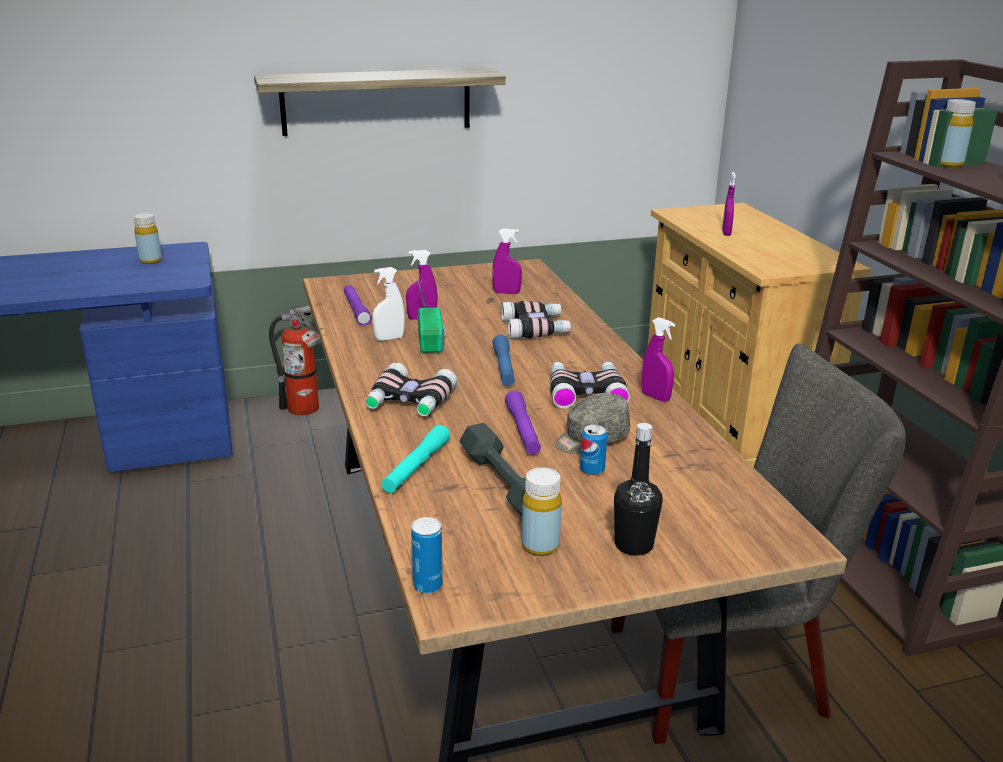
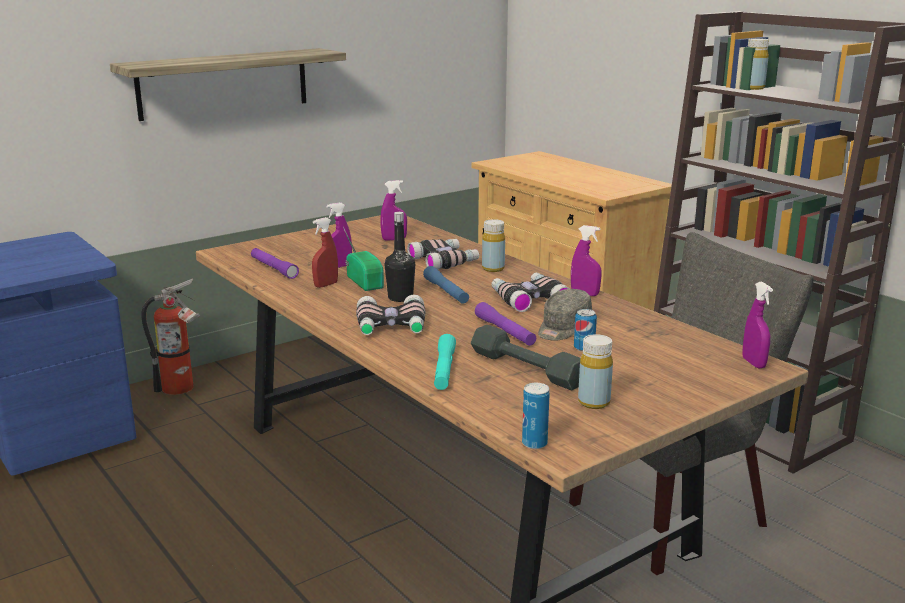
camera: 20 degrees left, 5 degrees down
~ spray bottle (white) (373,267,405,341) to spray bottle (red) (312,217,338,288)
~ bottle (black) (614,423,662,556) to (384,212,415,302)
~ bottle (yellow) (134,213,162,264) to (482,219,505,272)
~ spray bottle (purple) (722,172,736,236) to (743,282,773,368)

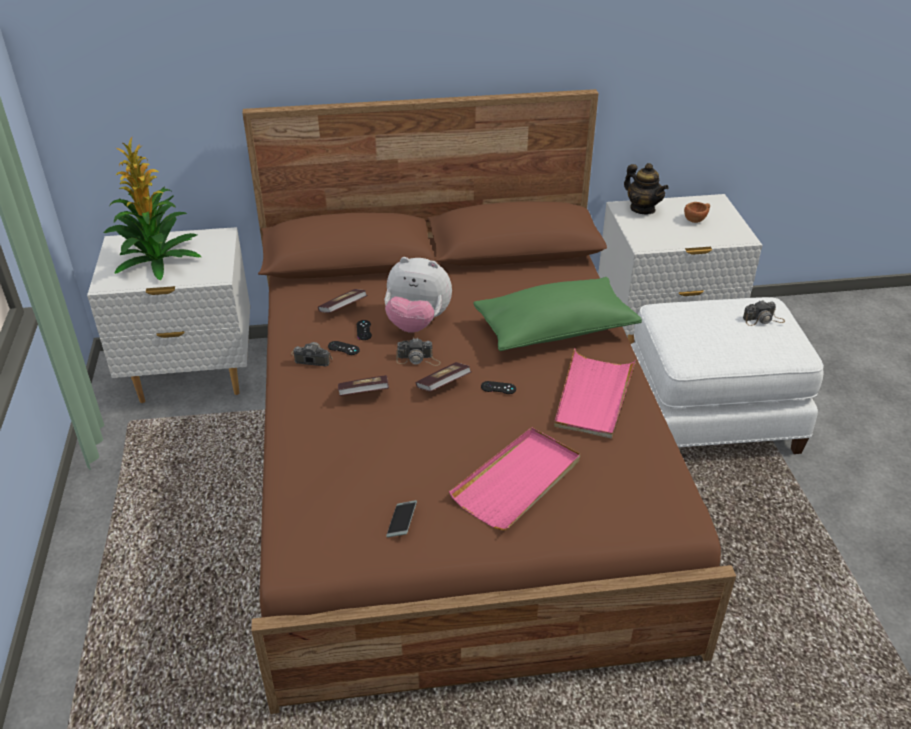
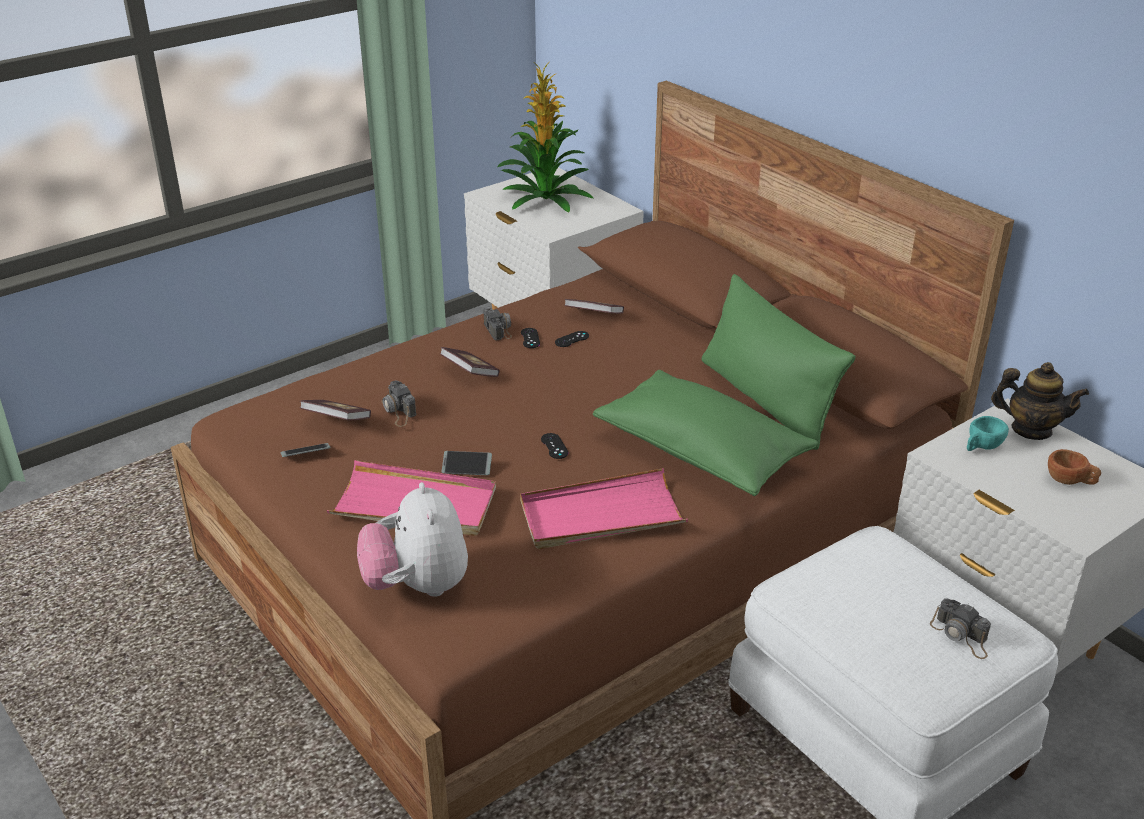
camera: 60 degrees right, 5 degrees down
~ book (416,362,472,391) to (300,400,371,420)
~ plush toy (385,257,452,333) to (357,482,468,597)
~ photo camera (396,338,441,366) to (381,380,416,427)
+ phone (442,451,492,475)
+ pillow (green) (701,274,855,450)
+ cup (turquoise) (967,416,1009,451)
~ teapot (624,163,669,214) = (991,362,1089,440) 90 degrees counterclockwise

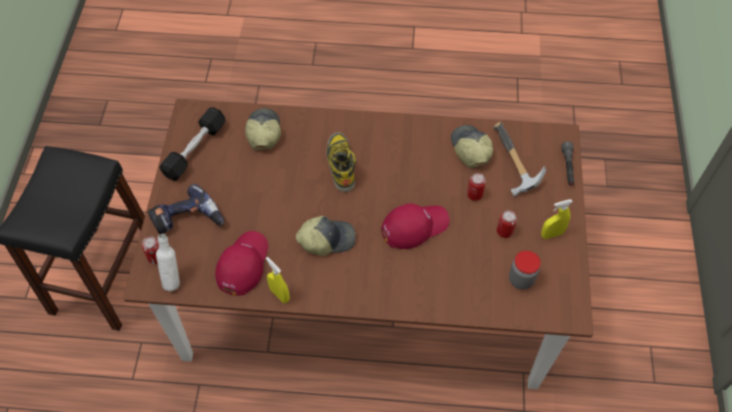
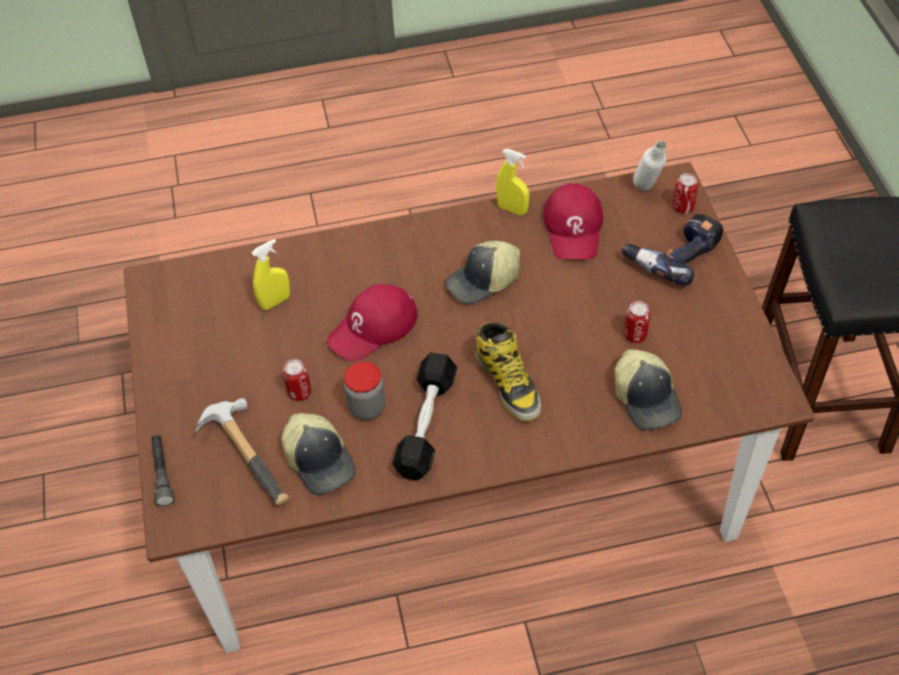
camera: 165 degrees right, 5 degrees down
~ spray bottle (yellow) (541,199,573,239) to (252,239,290,310)
~ jar (509,251,541,290) to (344,362,385,420)
~ dumbbell (black) (159,107,226,181) to (393,352,457,481)
~ can (497,210,517,238) to (624,301,651,343)

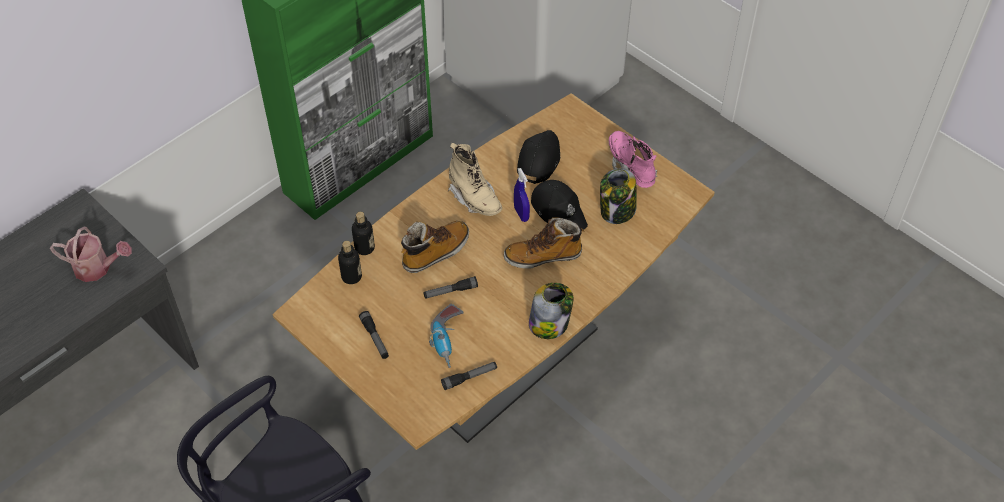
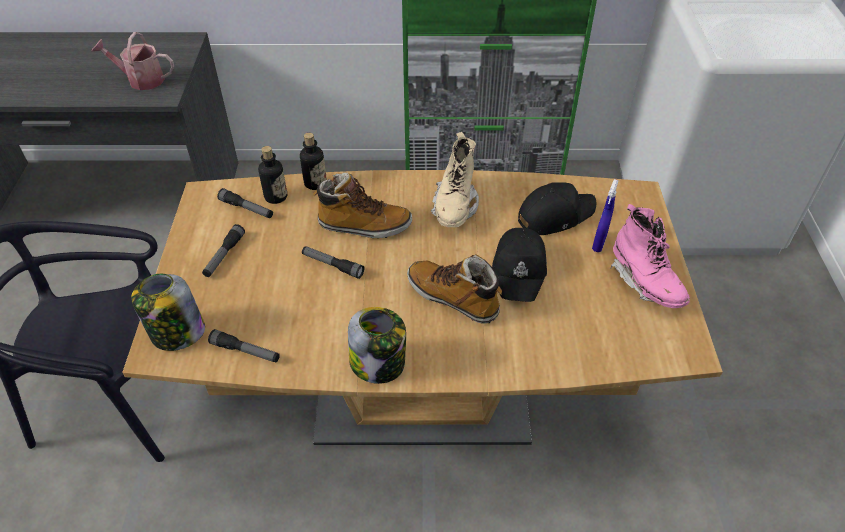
camera: 45 degrees right, 5 degrees down
~ watering can (50,227,132,282) = (92,32,174,90) 135 degrees clockwise
~ jar (600,169,637,224) to (131,274,205,351)
+ flashlight (217,188,273,218)
~ spray bottle (blue) (514,168,530,222) to (592,179,619,252)
~ boot (pink) (609,131,657,188) = (610,204,690,308) 135 degrees clockwise
- power drill (429,304,463,368)

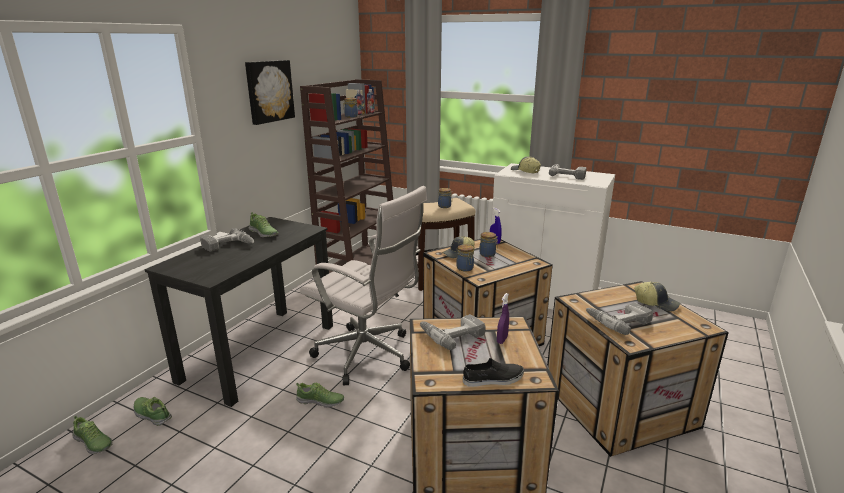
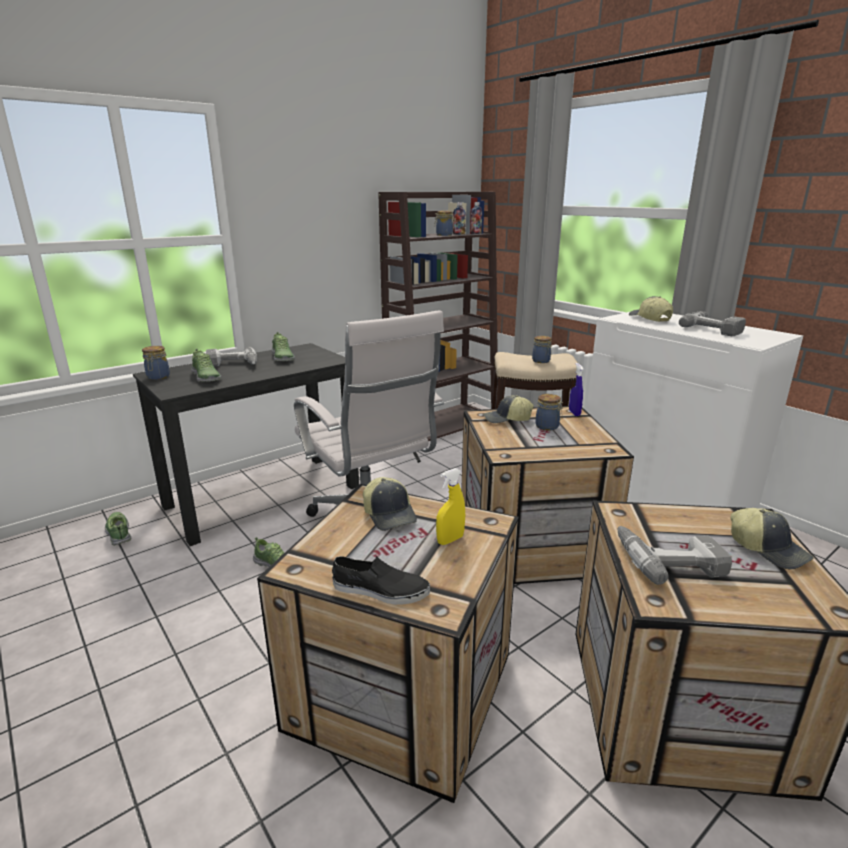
camera: 25 degrees right, 0 degrees up
~ jar (456,244,474,272) to (142,346,170,380)
~ shoe (72,415,113,454) to (191,349,221,382)
~ power drill (420,314,486,350) to cap (363,477,417,531)
~ spray bottle (purple) (497,293,509,344) to spray bottle (yellow) (436,468,465,545)
- picture (245,60,295,125)

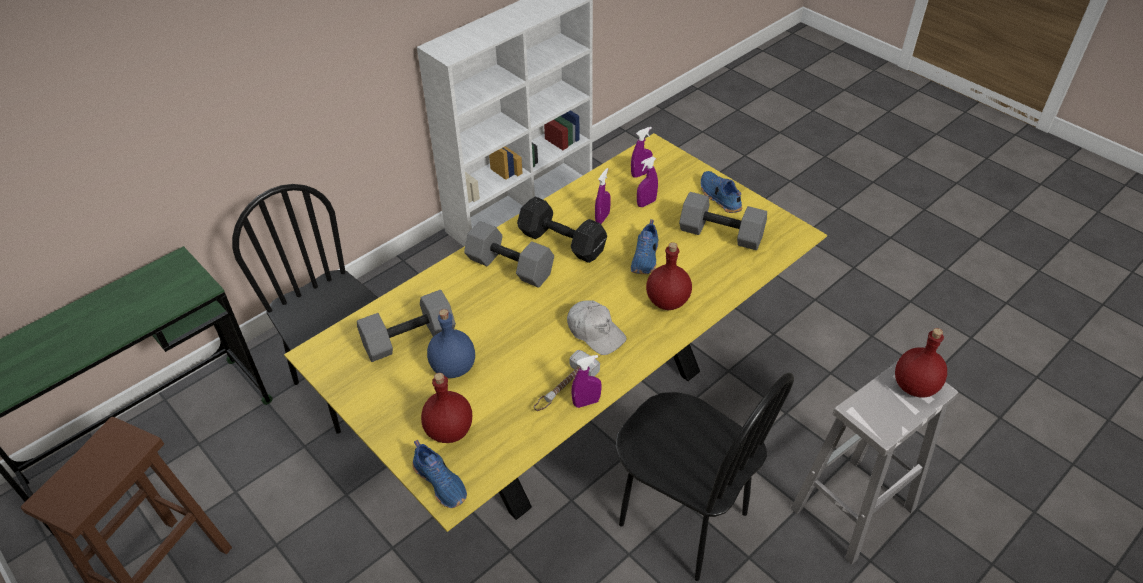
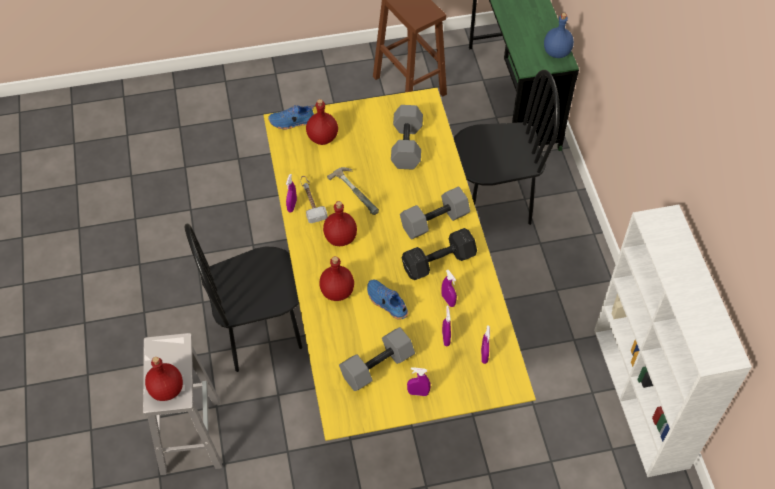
camera: 120 degrees right, 10 degrees up
~ cap (white) (567,300,627,355) to bottle (red) (323,201,357,246)
+ hammer (327,167,379,215)
~ shoe (blue) (700,171,742,213) to spray bottle (purple) (407,367,431,396)
~ bottle (blue) (427,309,475,378) to (544,13,574,58)

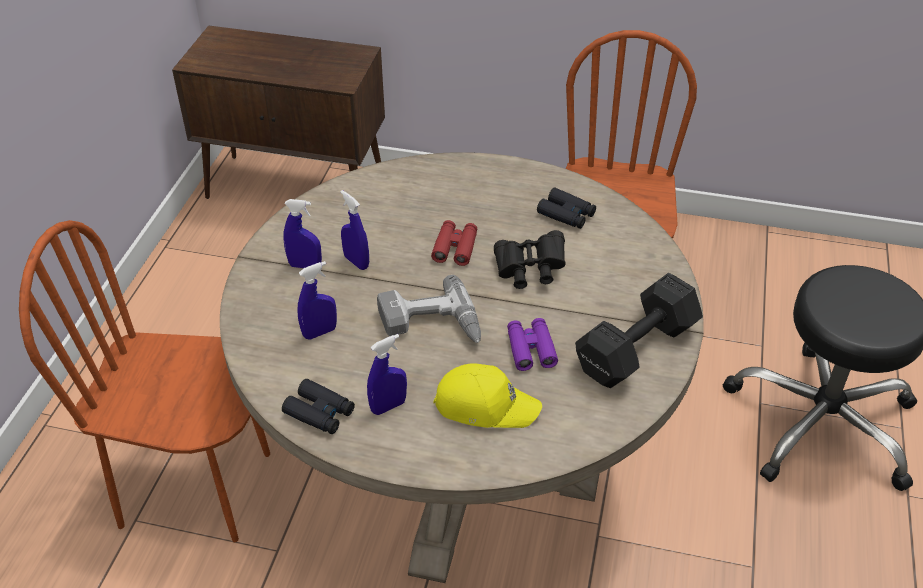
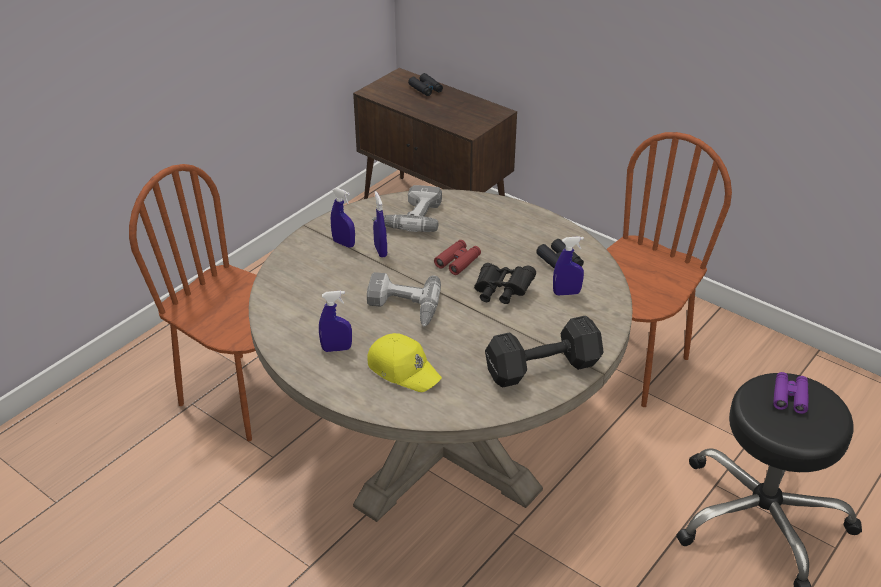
camera: 25 degrees right, 5 degrees down
+ power drill (372,185,442,232)
~ binoculars (black) (282,379,355,434) to (408,73,443,96)
~ spray bottle (blue) (297,261,337,339) to (553,236,584,295)
~ binoculars (purple) (507,318,558,371) to (773,372,809,414)

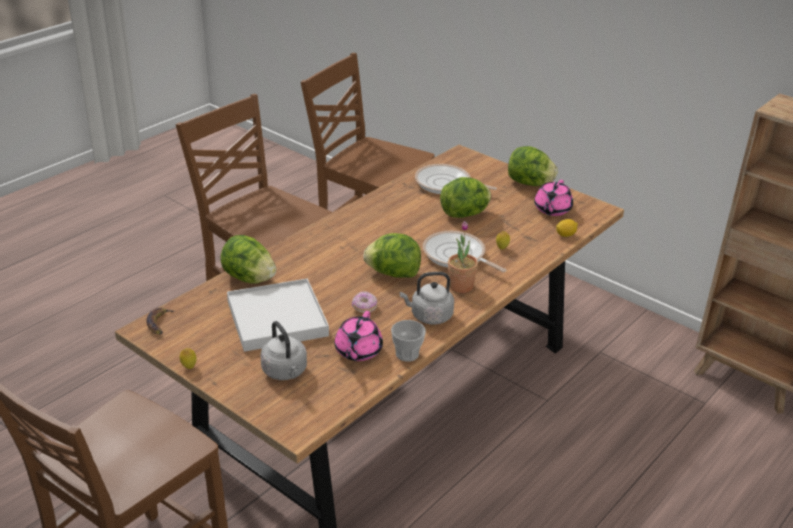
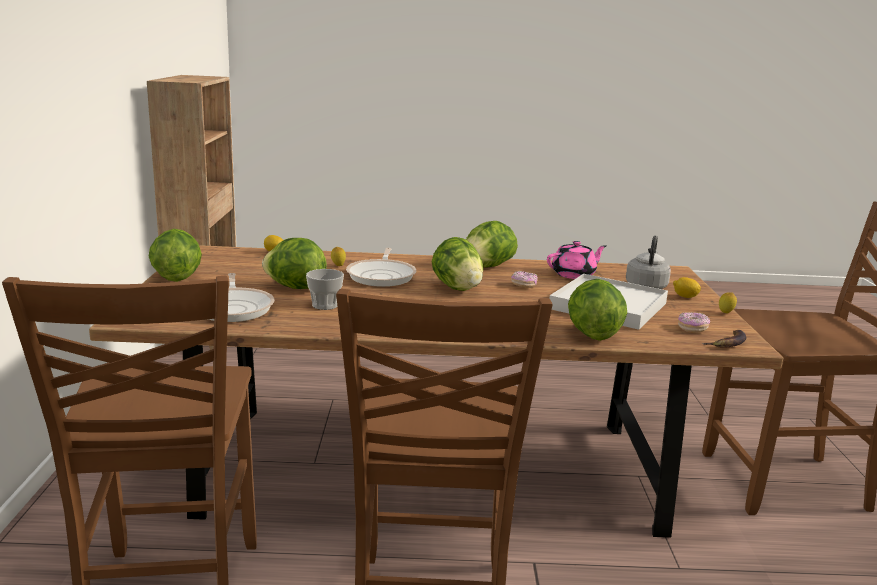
camera: 130 degrees left, 15 degrees down
~ cup (391,320,426,362) to (306,269,344,310)
~ kettle (grey) (400,272,454,325) to lettuce (466,221,518,268)
+ lemon (673,277,701,298)
+ donut (678,312,710,333)
- potted plant (448,221,478,293)
- teapot (pink) (534,180,573,216)

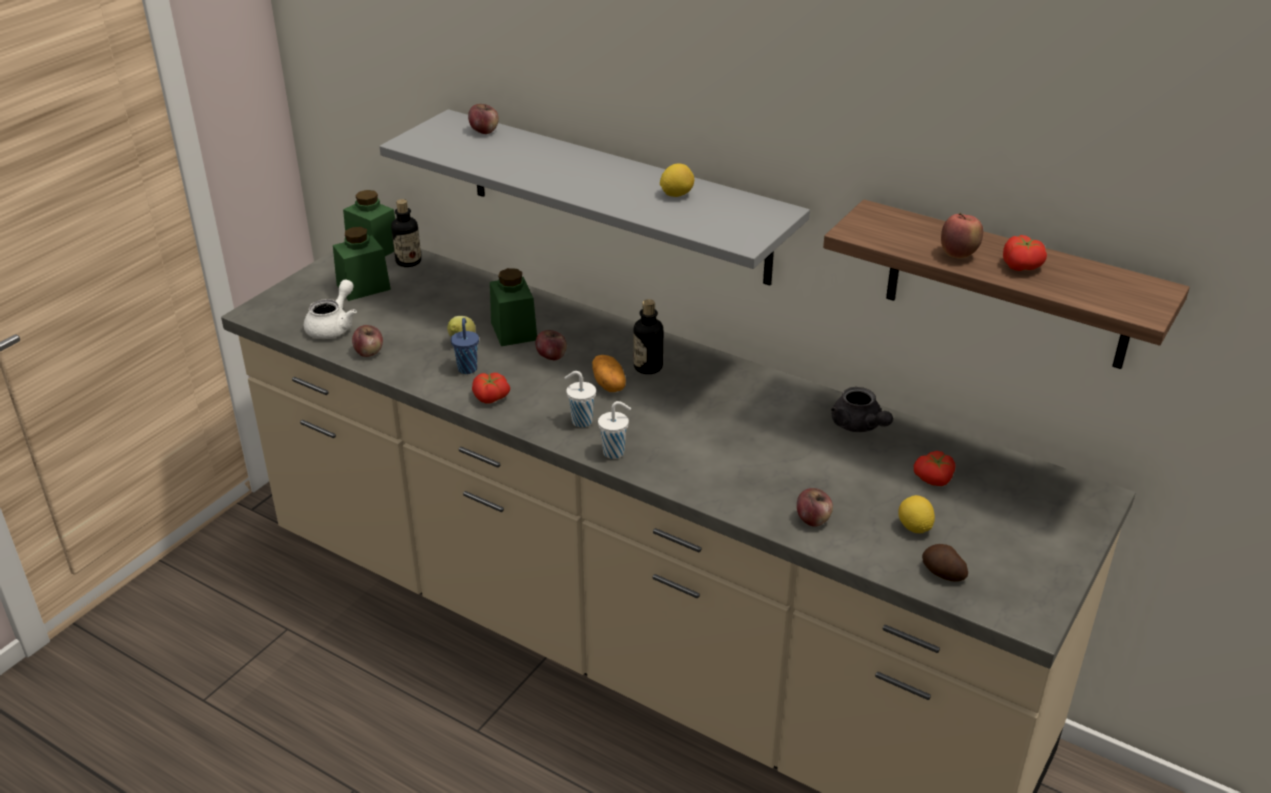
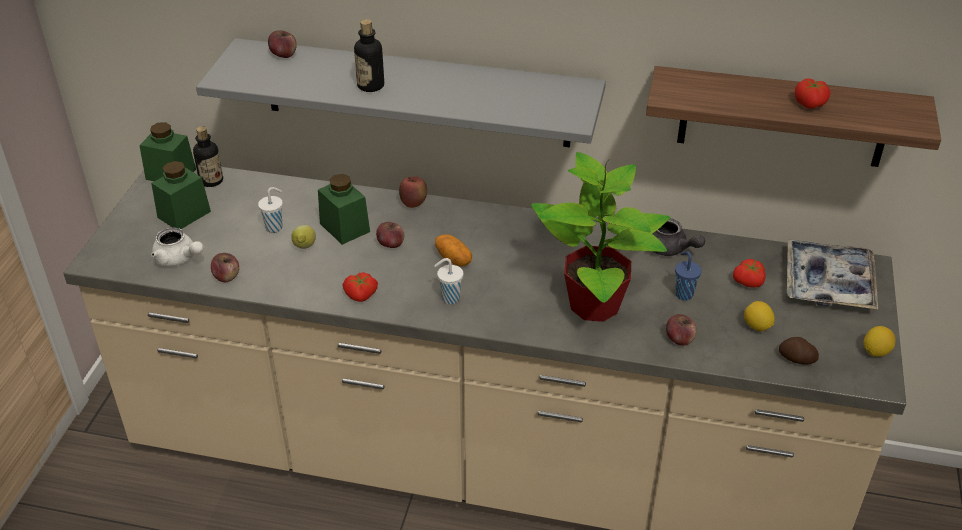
camera: 20 degrees left, 5 degrees up
~ teapot (white) (304,280,357,339) = (151,227,204,266) 120 degrees clockwise
~ cup (white) (598,401,631,459) to (258,187,283,233)
~ bottle (634,299,663,374) to (354,19,384,92)
~ apple (941,212,983,258) to (399,177,427,208)
+ potted plant (531,152,671,322)
~ cup (blue) (451,318,479,374) to (675,251,702,301)
+ tray (787,240,878,309)
~ lemon (660,163,694,197) to (863,326,895,357)

